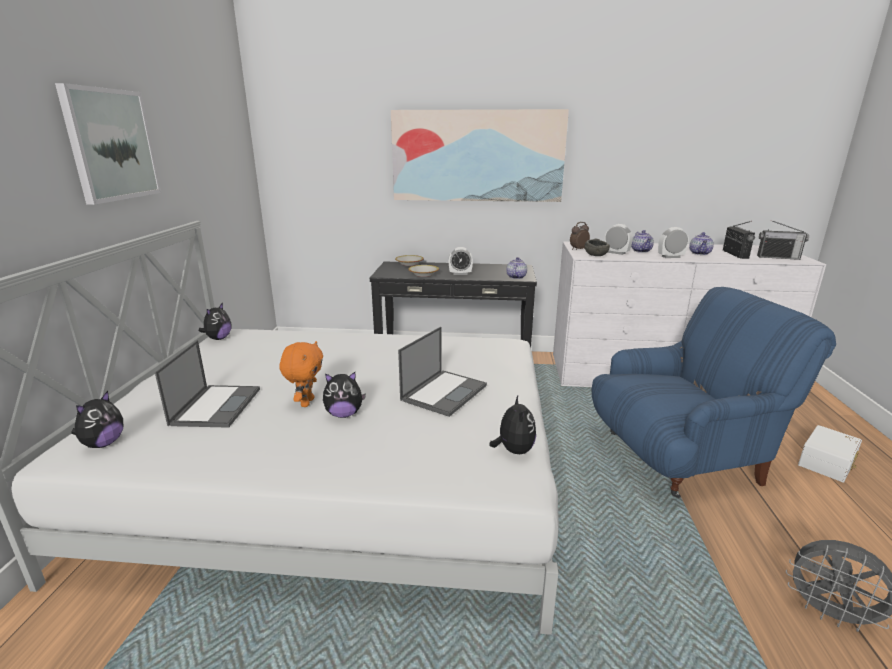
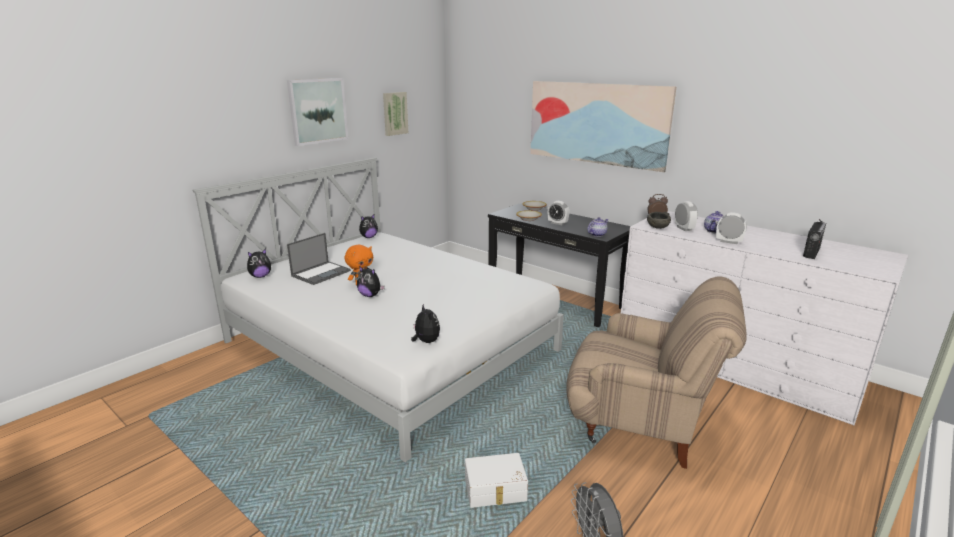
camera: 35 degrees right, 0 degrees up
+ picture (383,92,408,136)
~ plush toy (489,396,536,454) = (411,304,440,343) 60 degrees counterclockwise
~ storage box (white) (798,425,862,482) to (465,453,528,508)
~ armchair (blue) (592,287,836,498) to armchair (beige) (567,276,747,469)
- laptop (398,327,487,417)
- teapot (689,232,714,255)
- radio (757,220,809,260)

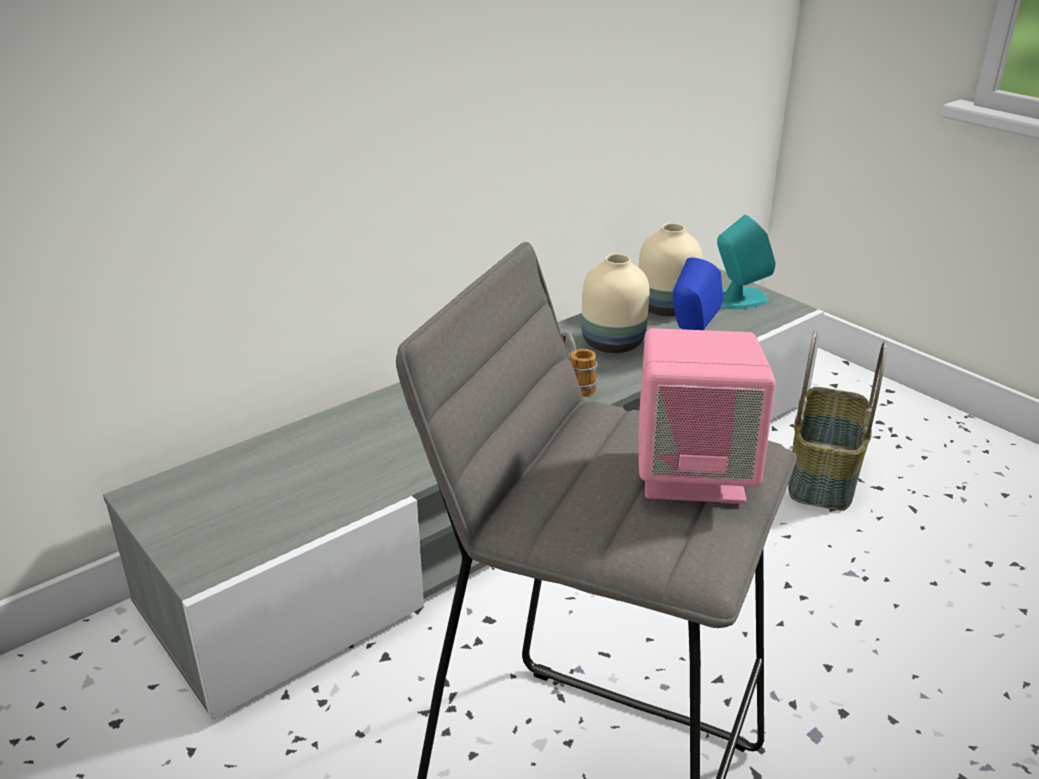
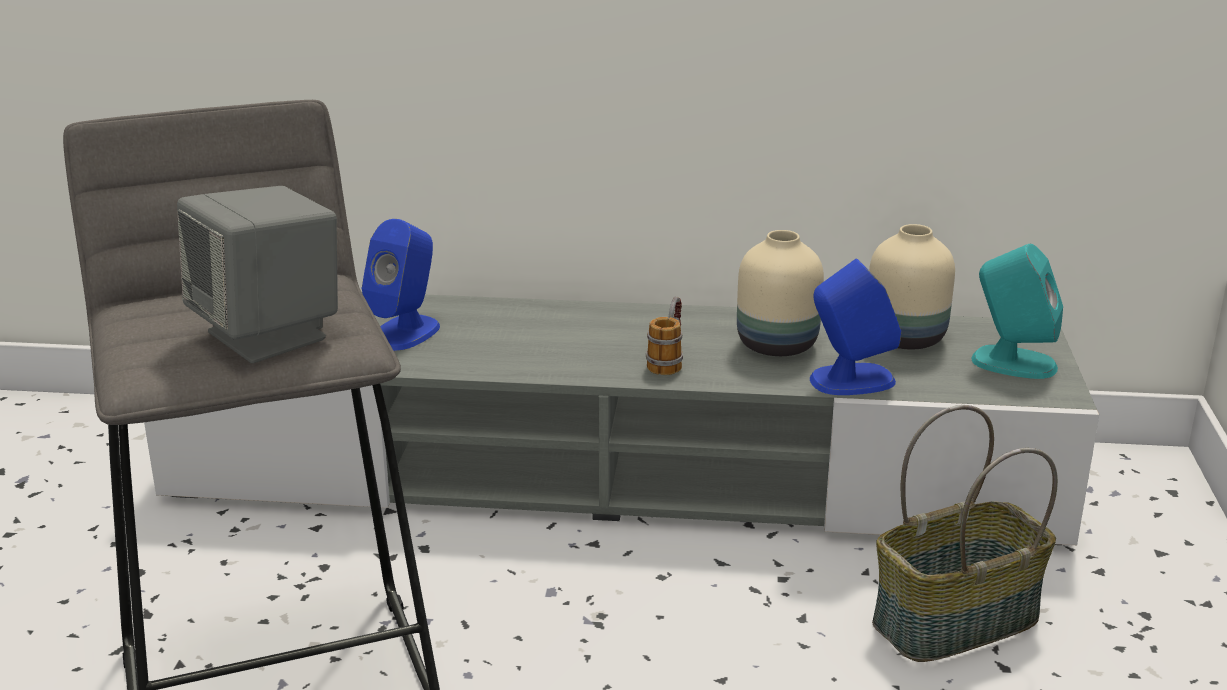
camera: 45 degrees right, 5 degrees down
~ speaker (pink) (639,328,776,503) to speaker (grey) (177,186,338,363)
+ speaker (blue) (362,219,440,351)

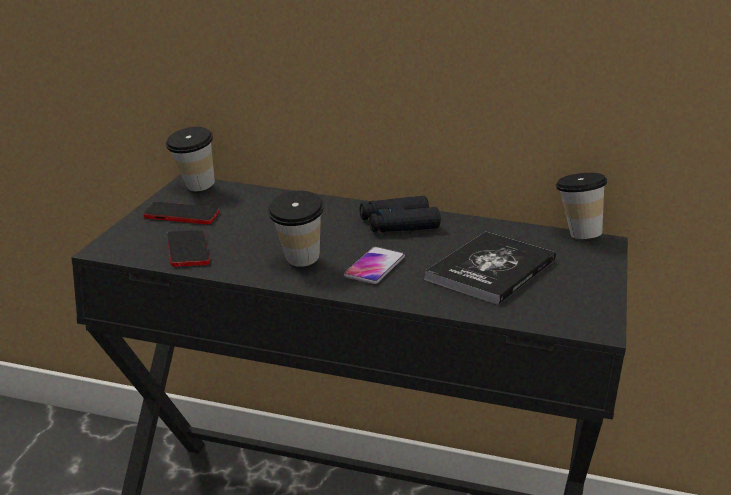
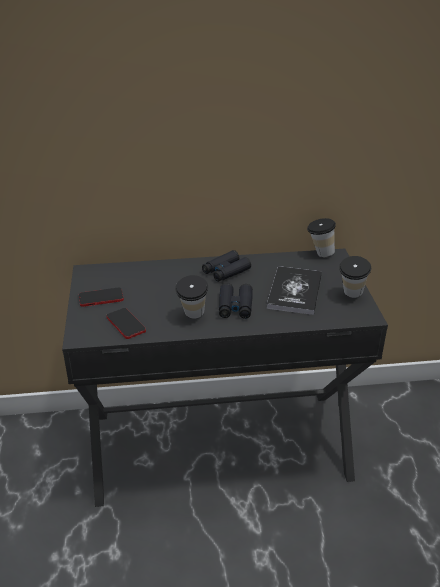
camera: 20 degrees left, 10 degrees up
~ phone (344,247,405,284) to binoculars (black) (219,283,253,319)
~ cup (166,127,215,191) to (339,256,371,298)

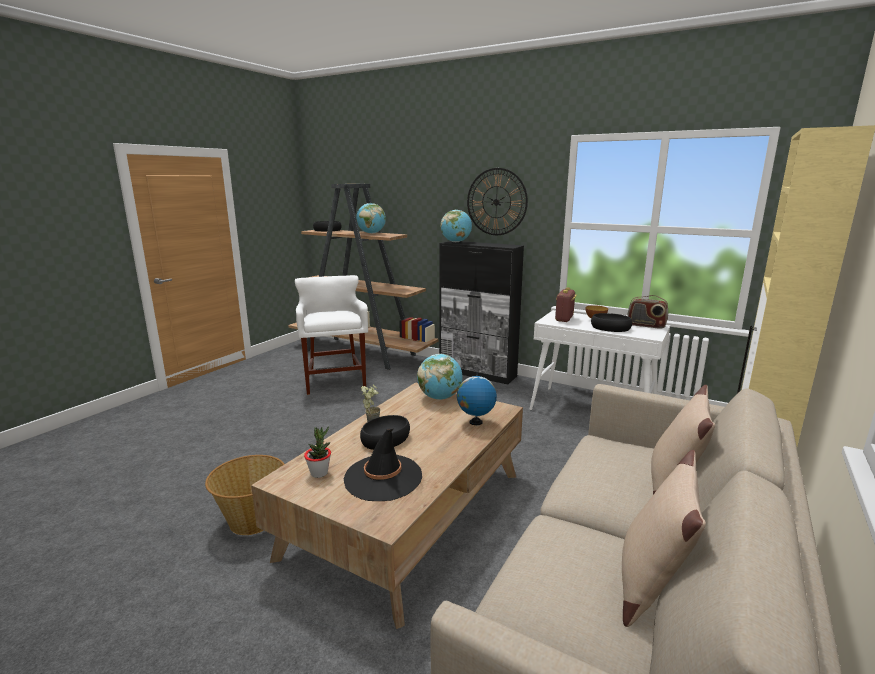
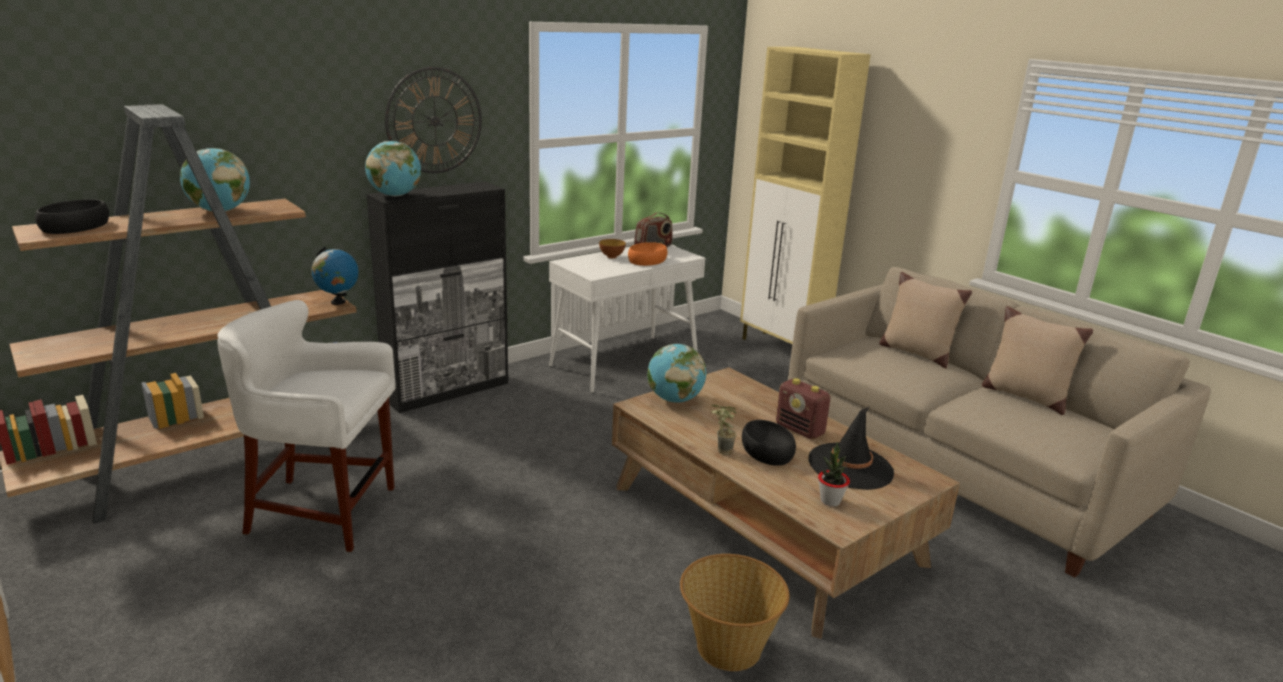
camera: 70 degrees left, 5 degrees up
~ globe (457,372,497,425) to (311,247,359,305)
~ bowl (black) (591,313,632,332) to bowl (orange) (628,242,667,266)
~ radio (555,288,577,322) to (776,378,830,439)

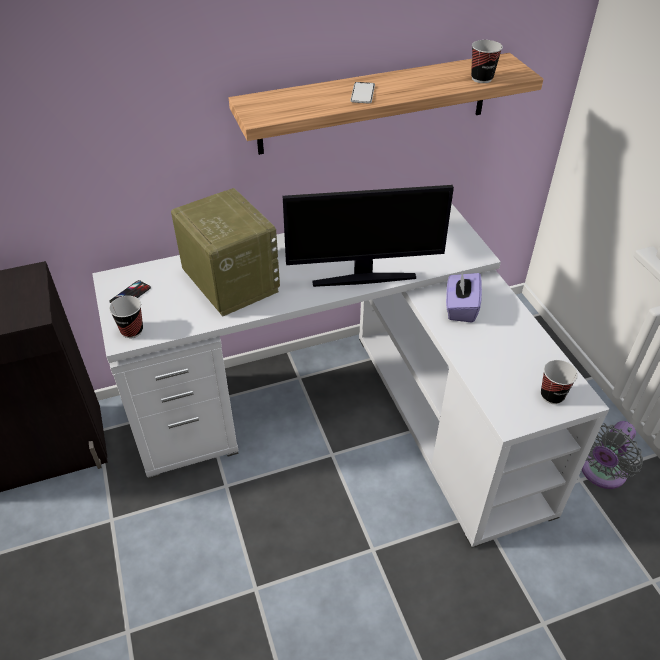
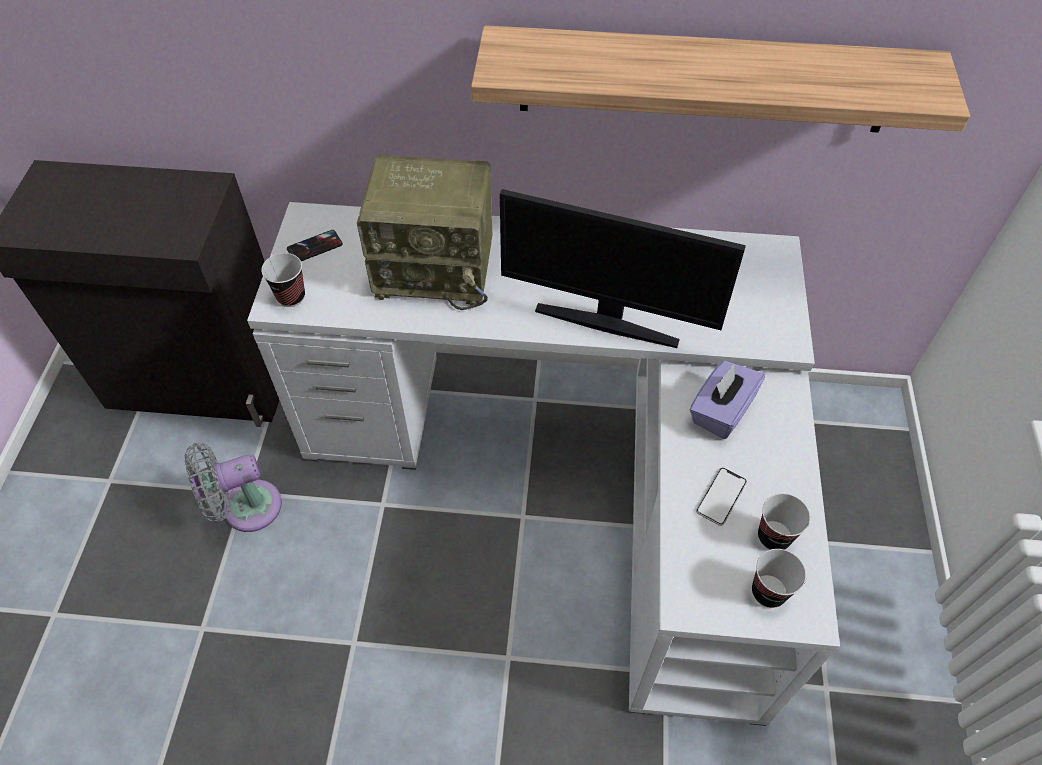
camera: 25 degrees right, 10 degrees up
~ fan (grey) (582,421,643,489) to (185,443,282,532)
~ radio (171,188,280,317) = (357,154,492,310) 105 degrees clockwise
~ phone (350,82,375,103) to (696,467,747,526)
~ cup (471,40,503,83) to (758,493,811,550)

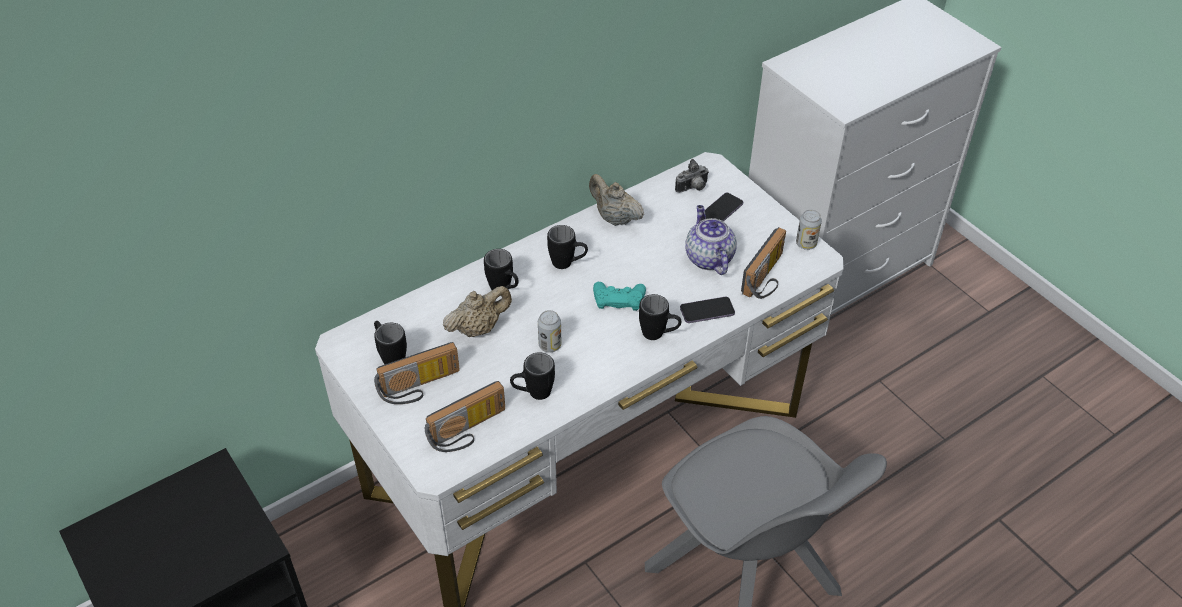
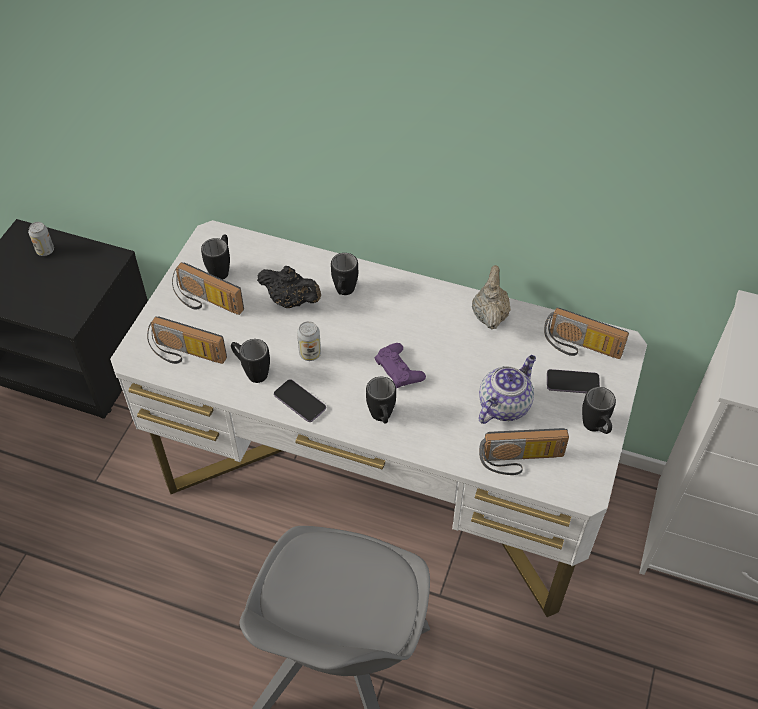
camera: 55 degrees right, 5 degrees up
~ can (796,210,822,250) to (28,222,54,256)
~ teapot (beige) (443,286,512,337) to teapot (black) (257,266,321,308)
~ phone (680,297,735,323) to (274,379,326,422)
~ game controller (turquoise) (593,282,646,311) to game controller (purple) (374,343,426,388)
~ photo camera (675,159,709,193) to radio (544,308,629,359)
~ mug (black) (547,225,588,269) to (582,387,616,434)

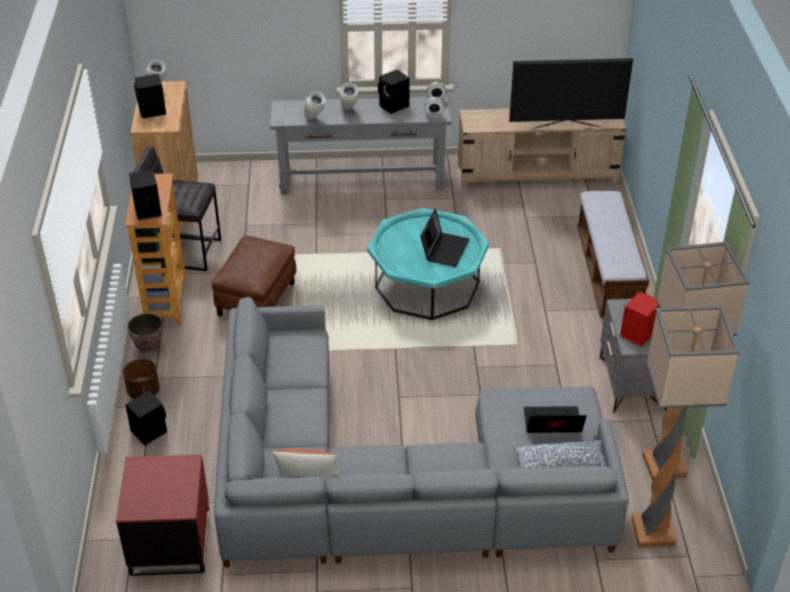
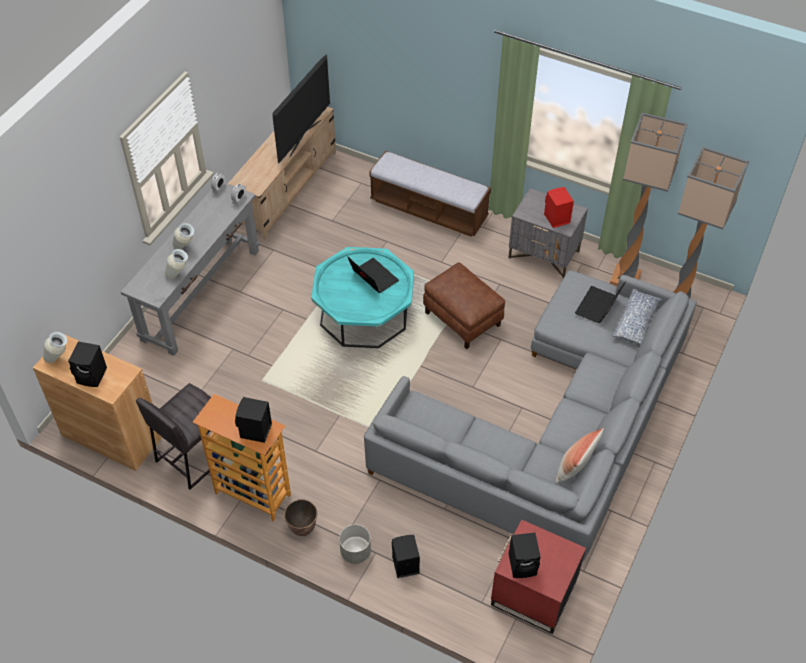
camera: 60 degrees left, 10 degrees up
~ planter (brown) (123,359,160,399) to planter (grey) (339,524,371,564)
~ ottoman (brown) (212,236,297,317) to (423,262,505,349)
~ speaker (black) (378,69,410,114) to (509,533,541,578)

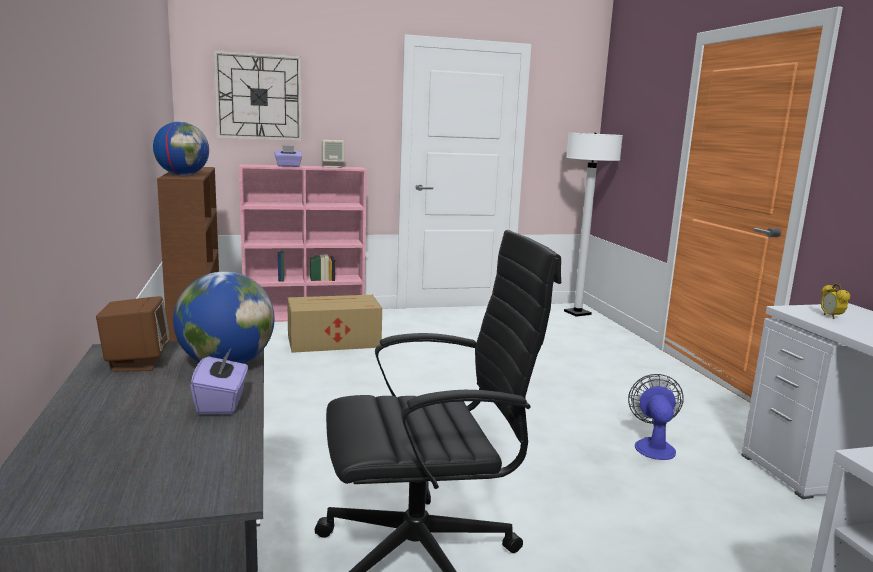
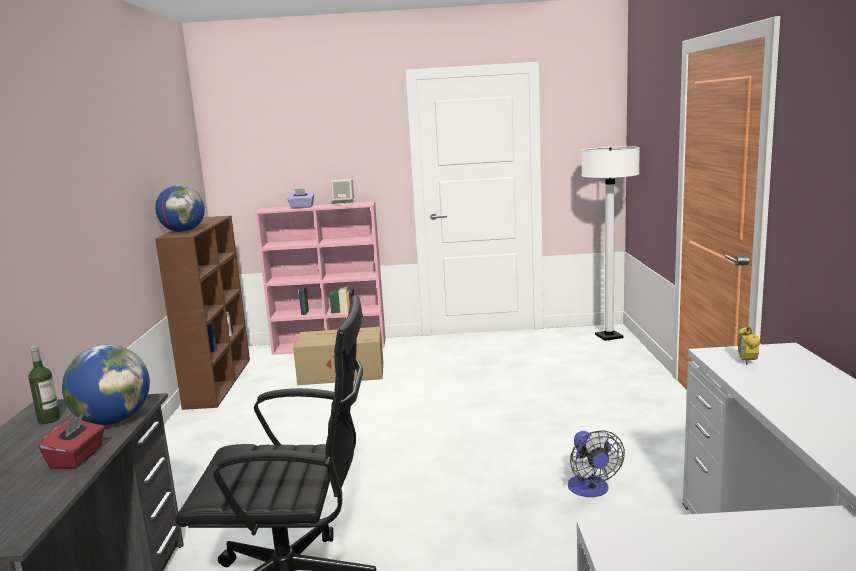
camera: 15 degrees right, 0 degrees up
~ speaker (brown) (96,296,170,372) to bottle (28,346,60,424)
~ tissue box (purple) (190,347,248,415) to tissue box (red) (39,414,105,469)
~ fan (628,374,684,460) = (568,430,625,497) 150 degrees clockwise
- wall clock (213,50,302,141)

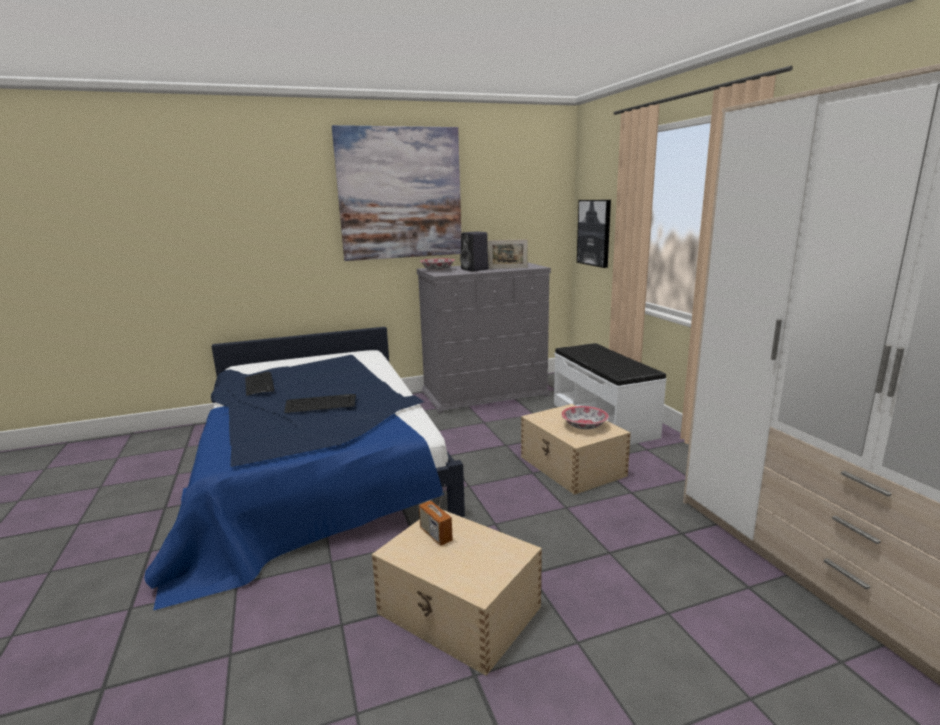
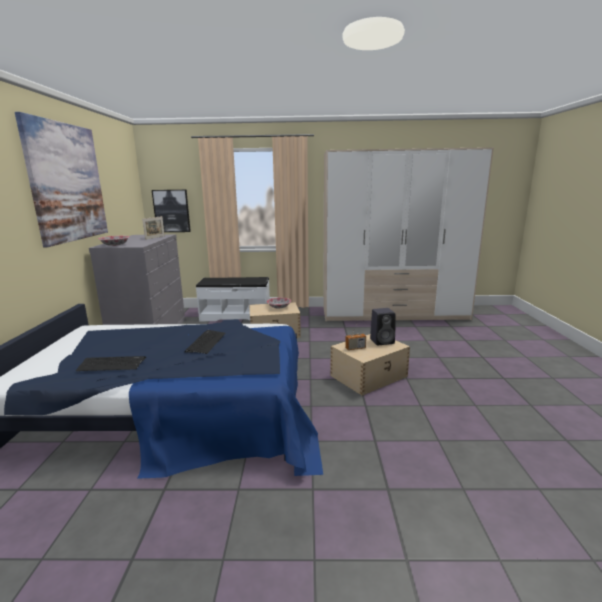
camera: 70 degrees left, 0 degrees up
~ speaker (black) (460,232,489,271) to (370,308,396,345)

